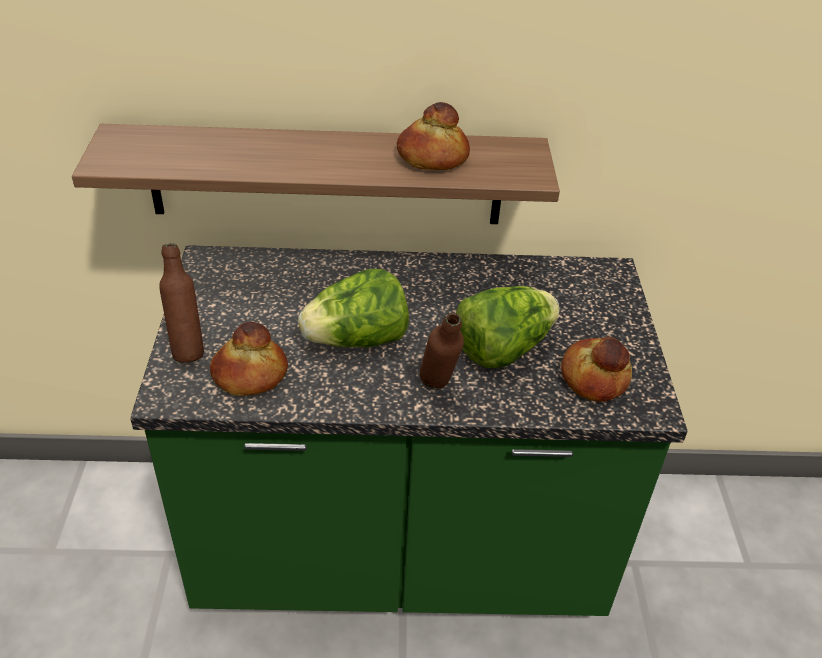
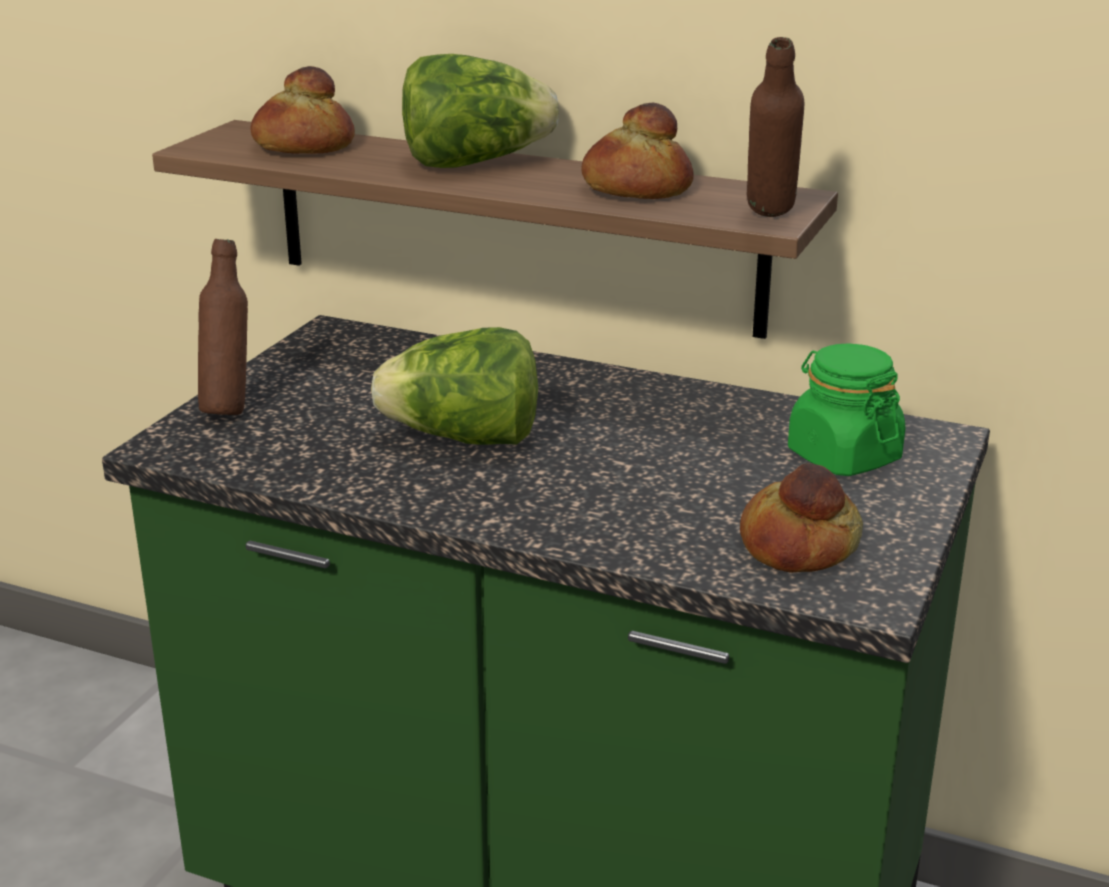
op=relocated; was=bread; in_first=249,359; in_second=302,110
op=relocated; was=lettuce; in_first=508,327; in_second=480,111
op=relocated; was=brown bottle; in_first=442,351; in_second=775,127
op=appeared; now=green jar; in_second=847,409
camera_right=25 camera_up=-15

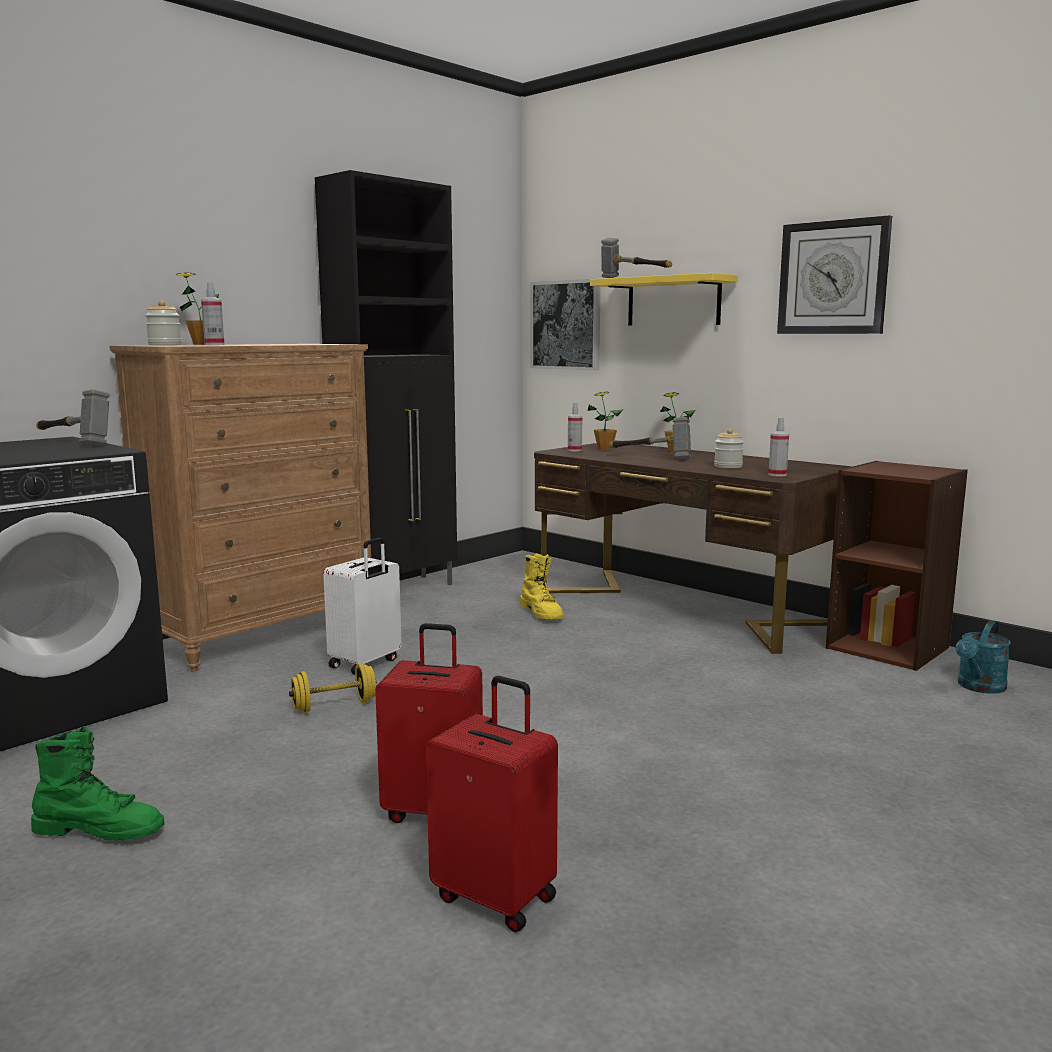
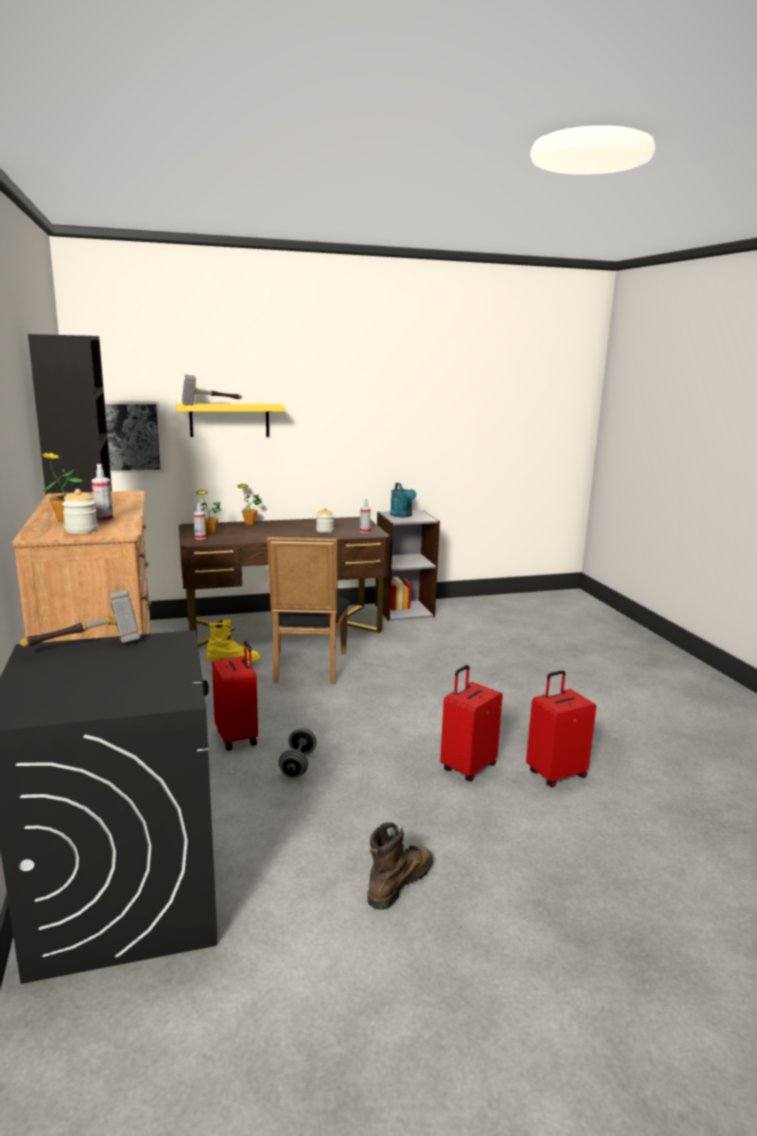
op=colour; was=white suitcase; now=red suitcase; in_first=362,606; in_second=235,696
op=appeared; now=black chair; in_second=308,610
op=colour; was=yellow dumbbell; now=grey dumbbell; in_first=333,688; in_second=297,753
op=colour; was=green boot; now=brown boot; in_first=98,783; in_second=400,866
op=colour; was=brown bookcase; now=grey bookcase; in_first=897,566; in_second=407,565
op=relocated; was=turquoise watering can; in_first=983,657; in_second=403,500
op=missing; was=hammer; in_first=649,438
op=missing; was=wall clock; in_first=834,274
camera_right=-60 camera_up=5

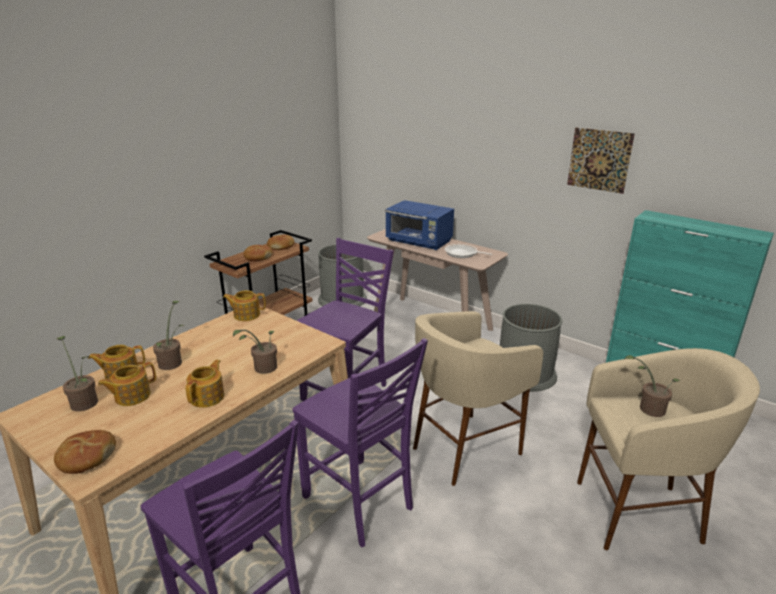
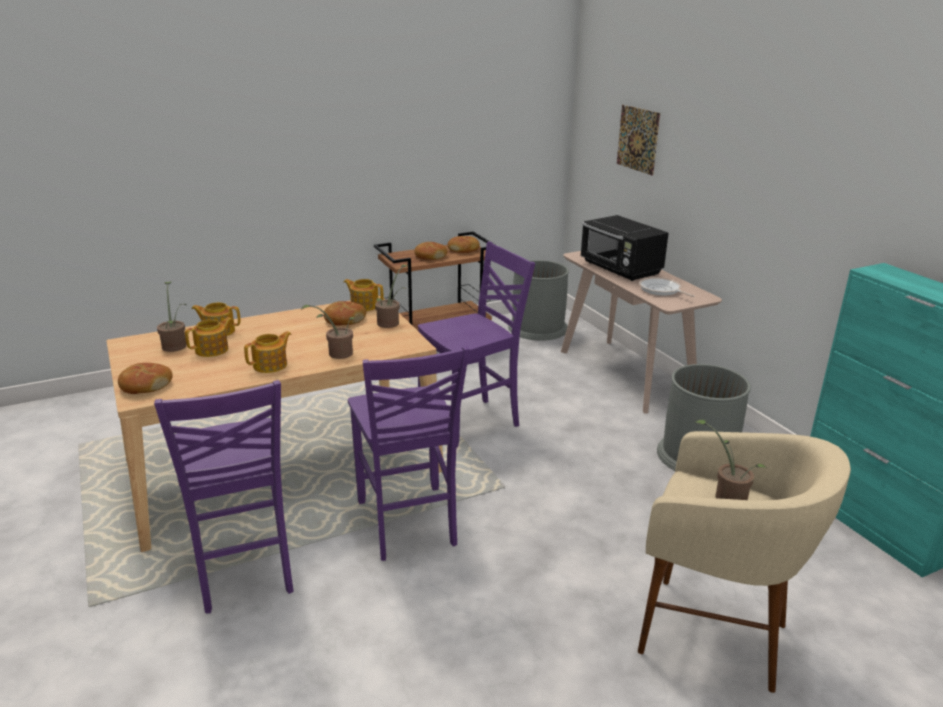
op=spun; was=teapot; in_first=127,384; in_second=209,337; clockwise=150
op=appeared; now=bread; in_second=345,313
op=relocated; was=potted plant; in_first=169,335; in_second=391,296
op=colour; was=blue microwave; now=black microwave; in_first=419,225; in_second=624,248
op=relocated; was=picture; in_first=601,160; in_second=638,140
op=missing; was=beige stool; in_first=478,398
camera_right=25 camera_up=0

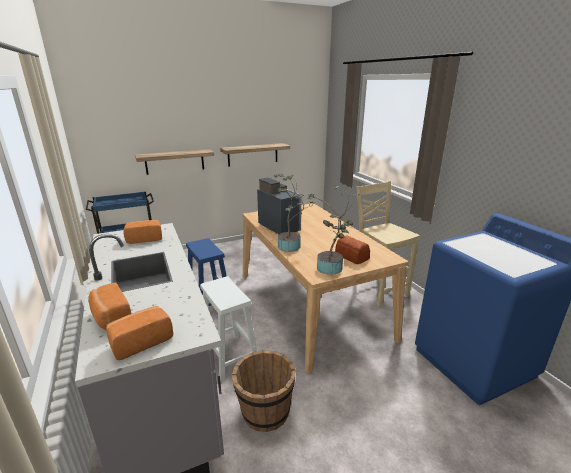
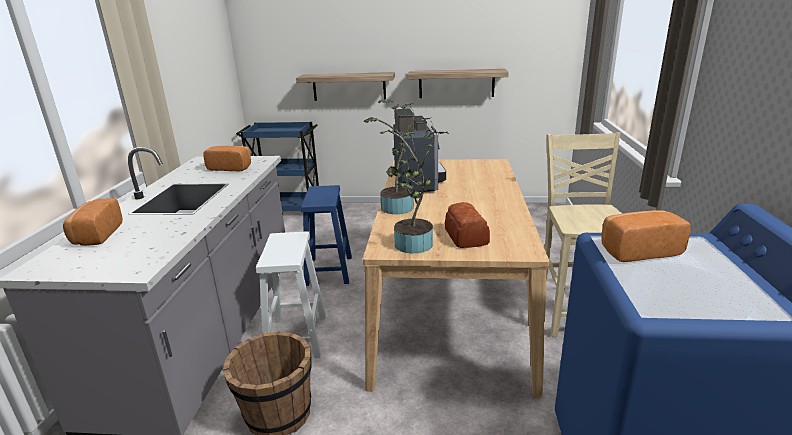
op=relocated; was=bread; in_first=139,333; in_second=646,236
camera_right=30 camera_up=0

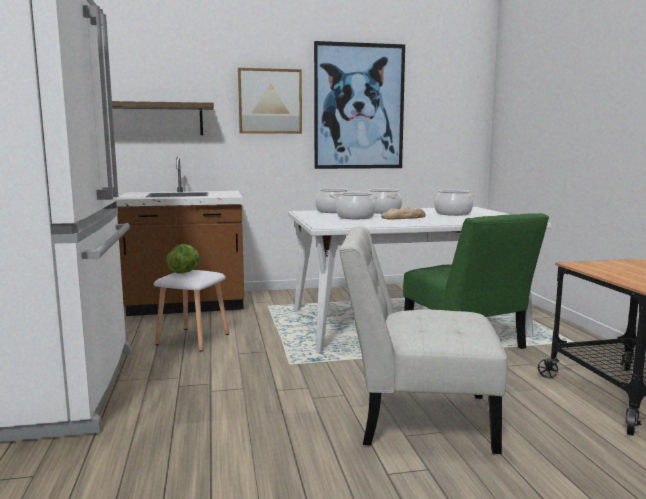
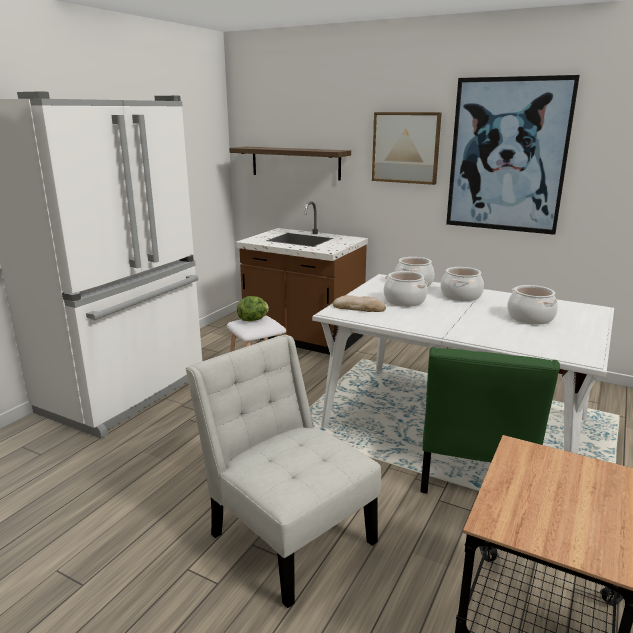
op=relocated; was=bread; in_first=403,213; in_second=359,303
camera_right=40 camera_up=10

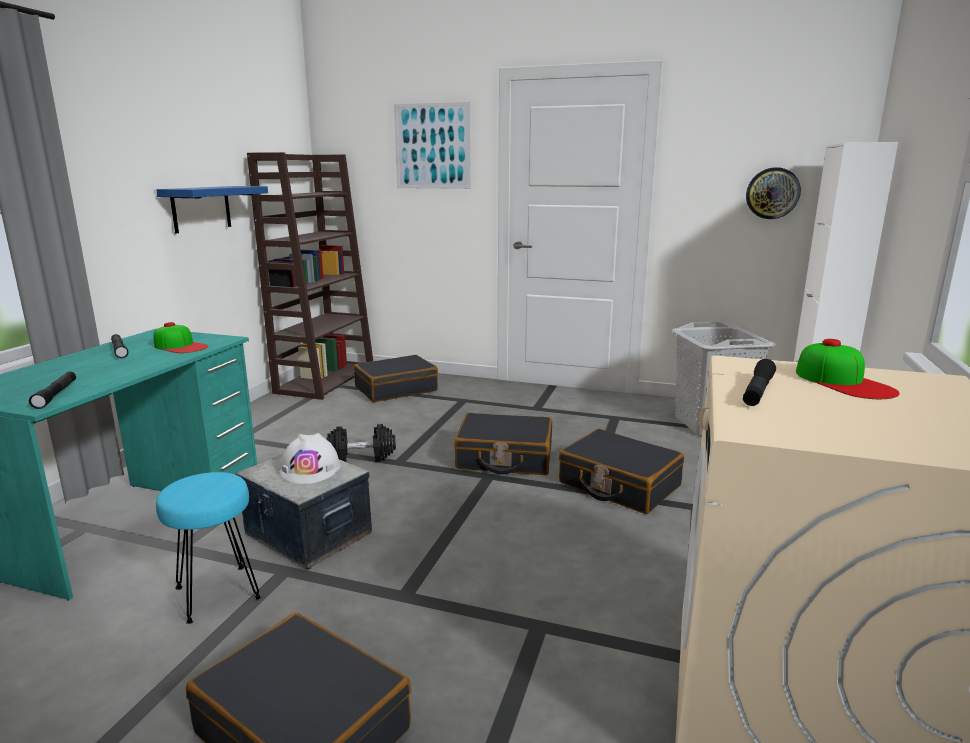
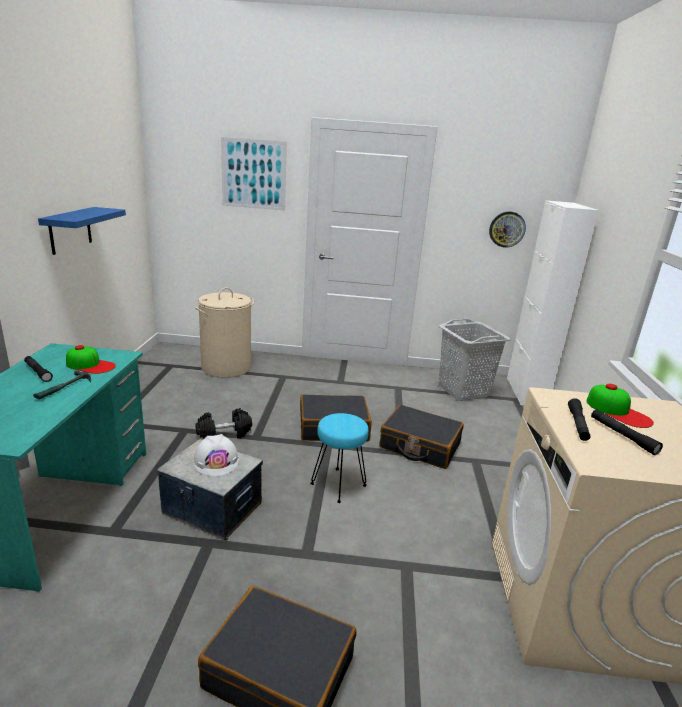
op=appeared; now=hammer; in_second=62,385
op=exchanged; was=black suitcase; now=beige laundry basket; in_first=396,378; in_second=224,332
op=relocated; was=turquoise stool; in_first=208,548; in_second=339,458
op=relocated; was=black flashlight; in_first=52,390; in_second=627,432
op=missing; was=brown bookcase; in_first=310,276
camera_right=-15 camera_up=5

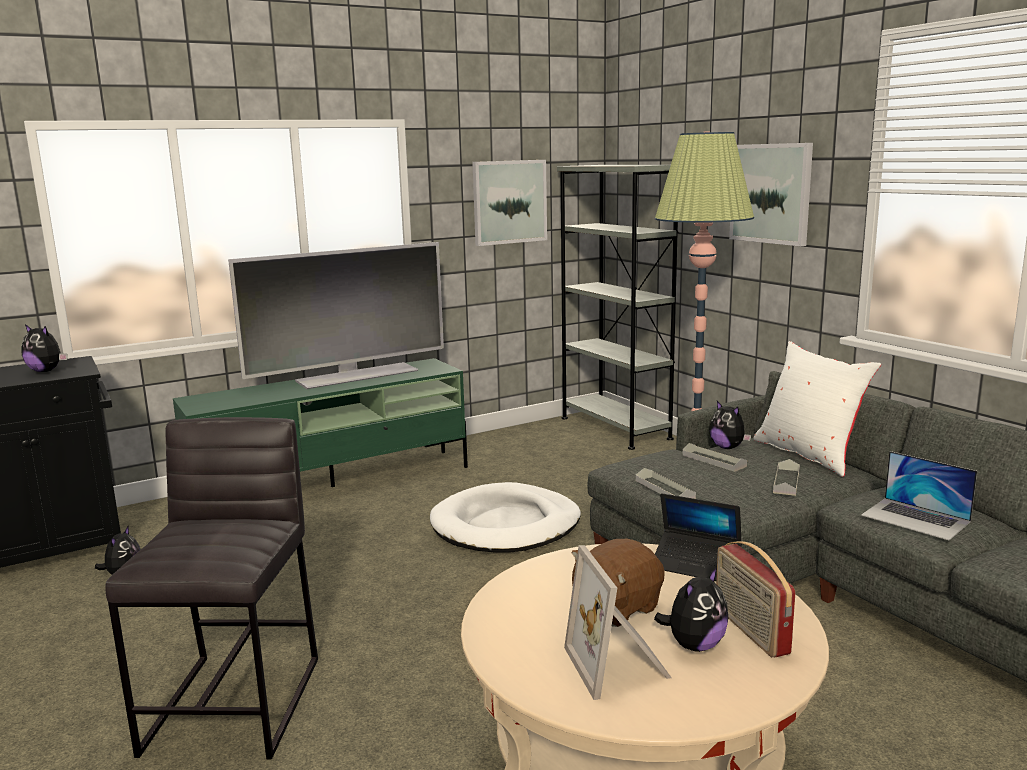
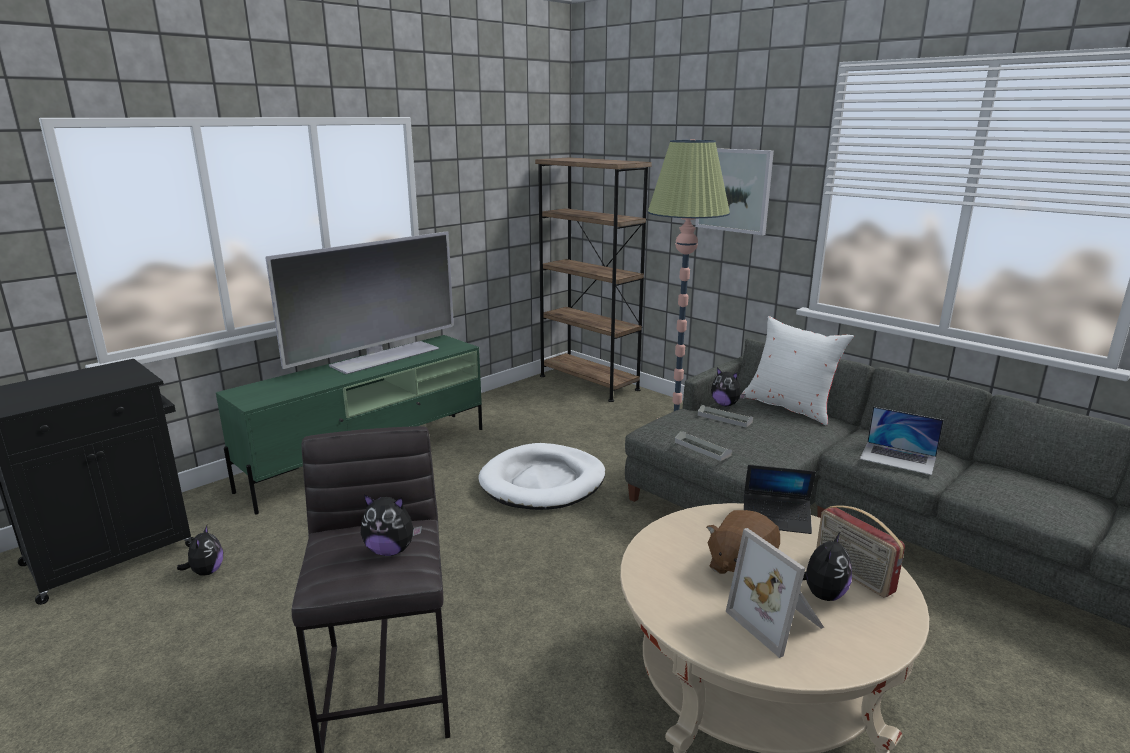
op=relocated; was=plush toy; in_first=44,348; in_second=391,525
op=colour; was=grey bookcase; now=brown bookcase; in_first=618,307; in_second=593,279
op=missing; was=picture; in_first=509,203
op=missing; was=grey tray; in_first=786,477
camera_right=-15 camera_up=5

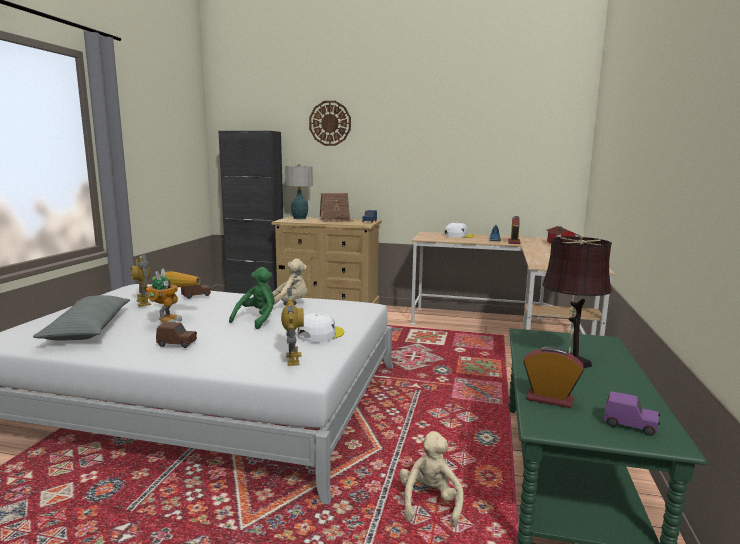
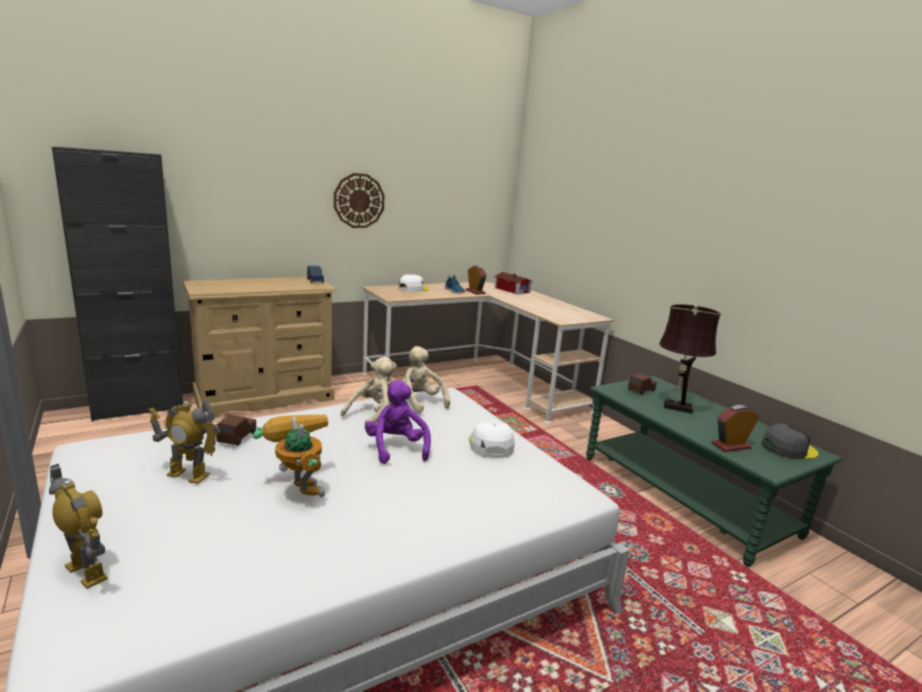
op=relocated; was=toy robot; in_first=292,327; in_second=78,526
op=relocated; was=wall clock; in_first=330,123; in_second=359,200
op=colour; was=green plush toy; now=purple plush toy; in_first=252,298; in_second=398,422
op=relocated; was=beige plush toy; in_first=431,479; in_second=426,380
op=relocated; was=brown toy car; in_first=176,335; in_second=642,384
op=exchanged; was=purple toy car; now=grey cap; in_first=632,413; in_second=789,441
op=missing; was=grey pillow; in_first=81,318
op=missing; was=table lamp; in_first=299,191
op=missing; was=toy house; in_first=337,207
camera_right=-45 camera_up=5

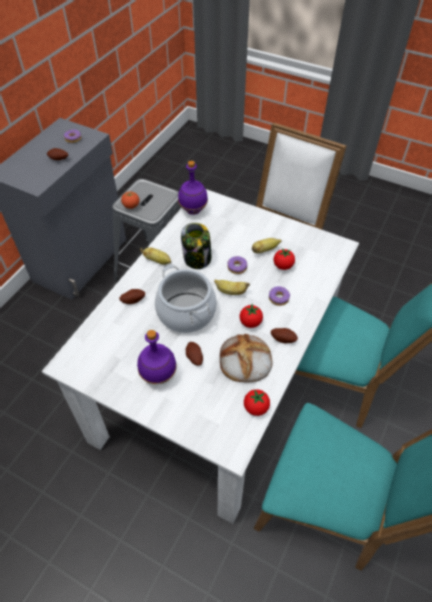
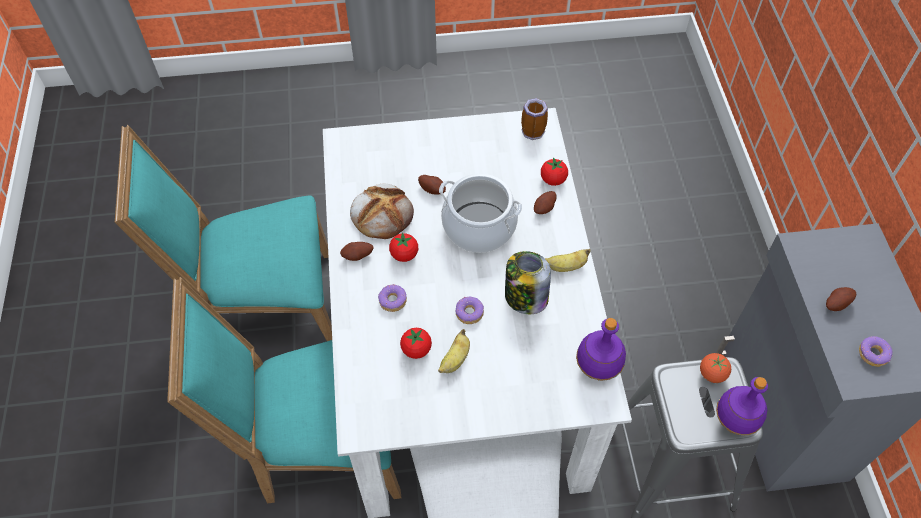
op=appeared; now=mug; in_second=534,119
op=relocated; was=tomato; in_first=257,402; in_second=554,171
op=relocated; was=purple bottle; in_first=157,357; in_second=742,406
op=missing; was=banana; in_first=232,287
camera_right=145 camera_up=5

